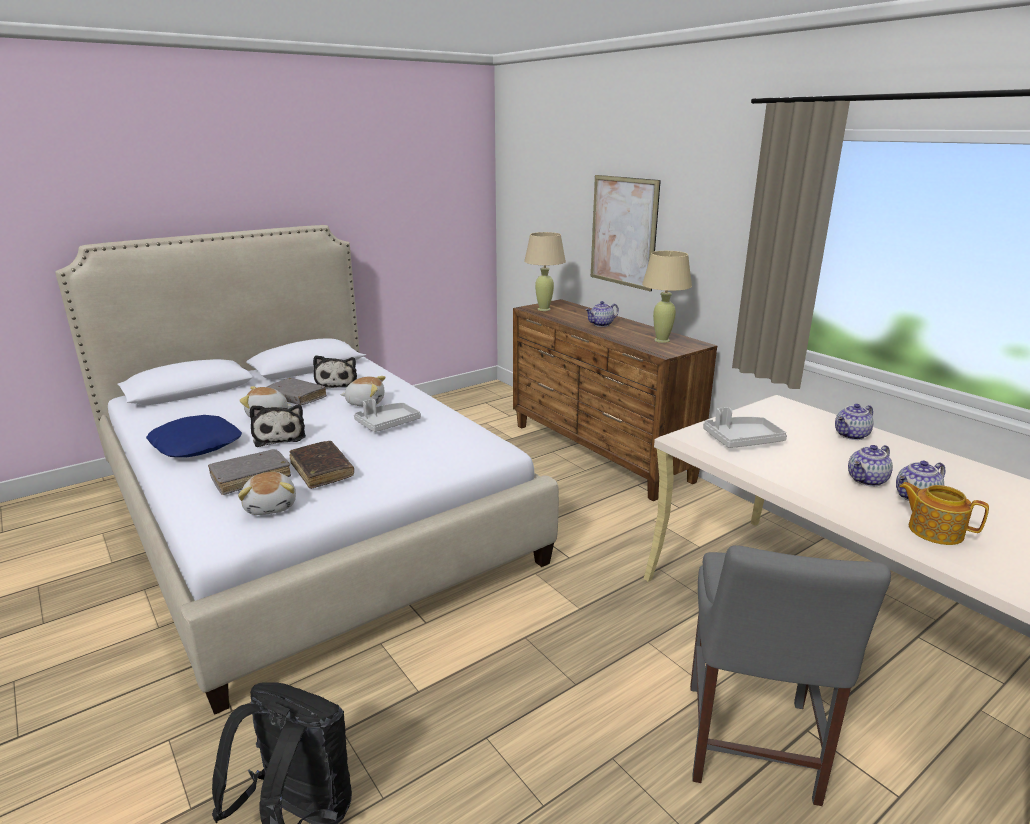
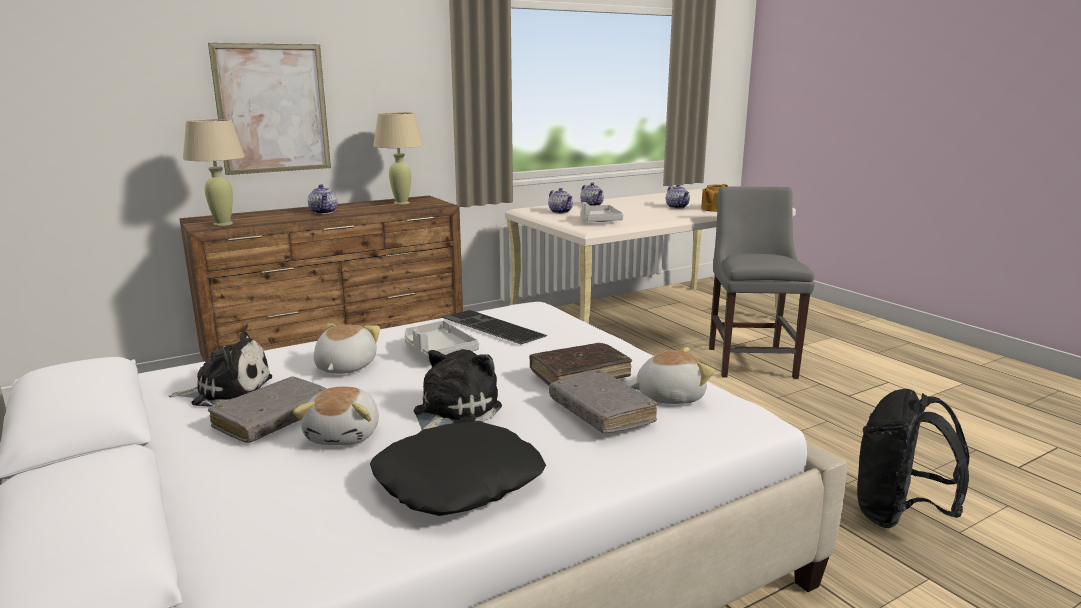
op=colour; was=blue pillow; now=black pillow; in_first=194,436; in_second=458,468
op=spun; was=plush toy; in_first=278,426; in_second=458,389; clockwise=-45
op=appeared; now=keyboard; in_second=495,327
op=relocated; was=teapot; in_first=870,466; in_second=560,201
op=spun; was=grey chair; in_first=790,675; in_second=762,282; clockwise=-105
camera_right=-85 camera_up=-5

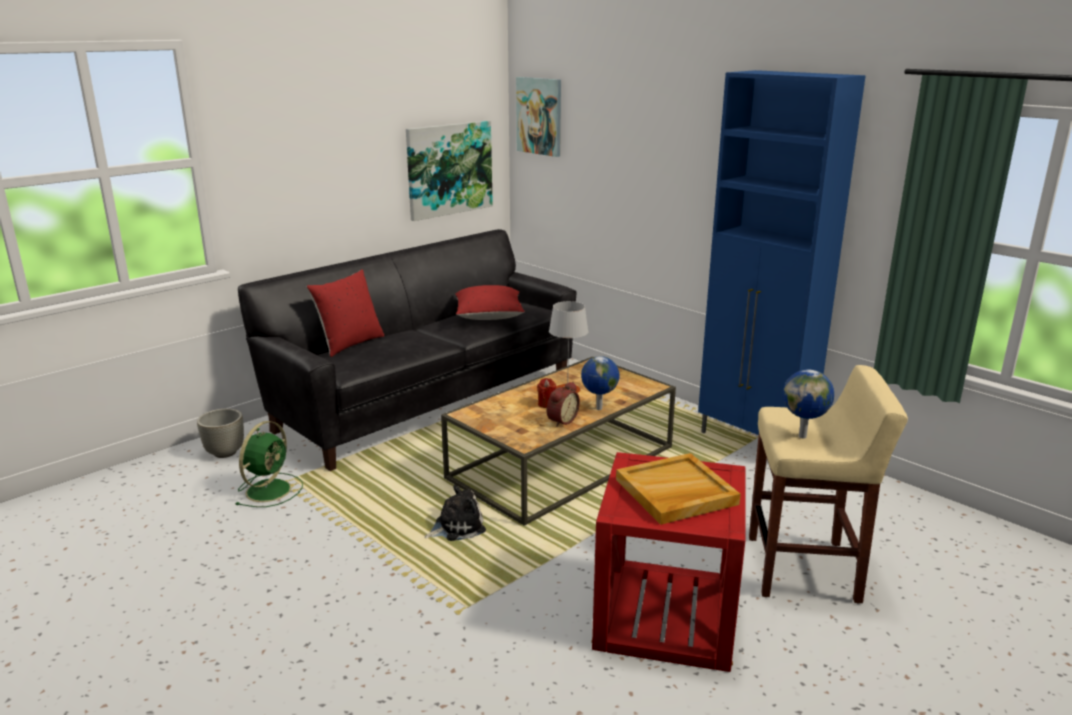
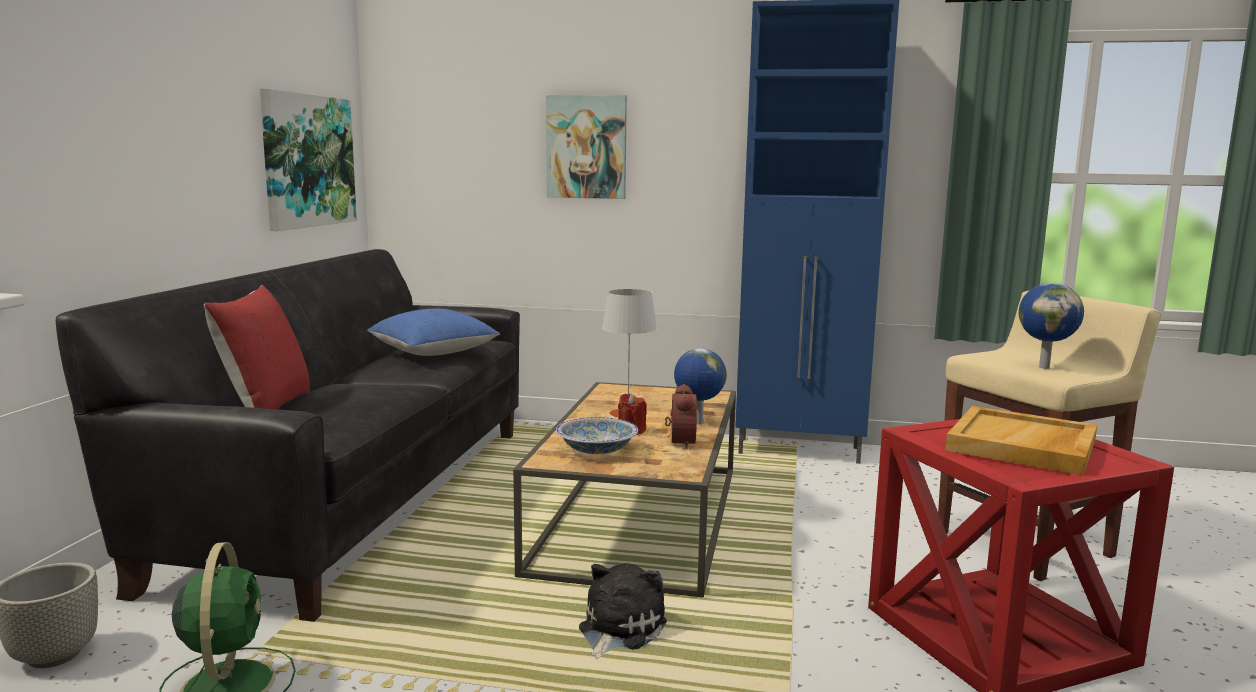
op=colour; was=red pillow; now=blue pillow; in_first=490,302; in_second=433,332
op=relocated; was=picture; in_first=538,117; in_second=586,147
op=appeared; now=bowl; in_second=597,435
camera_right=-35 camera_up=-10

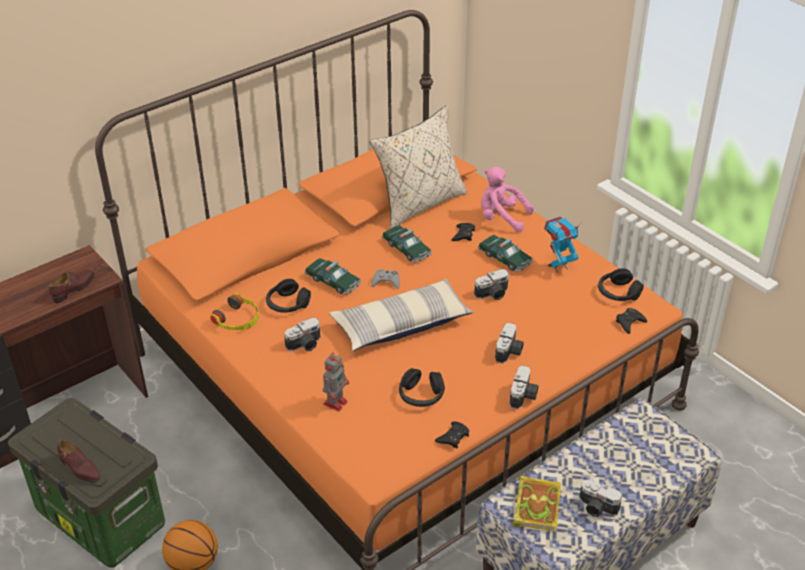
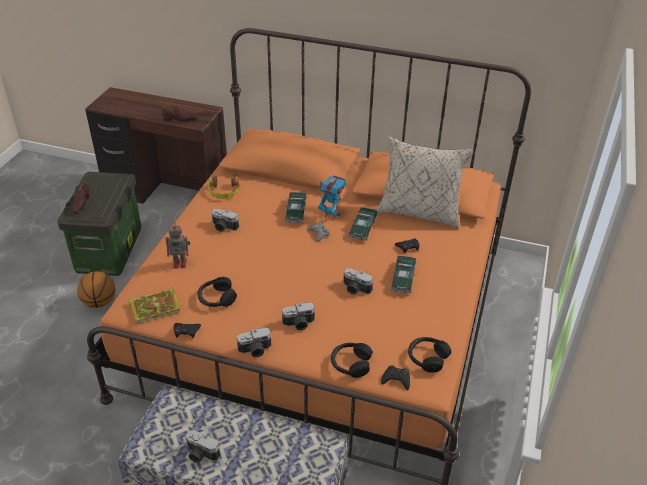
op=relocated; was=book; in_first=536,503; in_second=154,305
op=spun; was=photo camera; in_first=601,498; in_second=203,447; clockwise=-60
op=relocated; was=toy robot; in_first=563,244; in_second=332,197
op=relocated; was=black headphones; in_first=288,296; in_second=352,360
op=missing; was=pillow; in_first=401,315
op=missing; was=pink plush toy; in_first=507,199
camera_right=55 camera_up=0

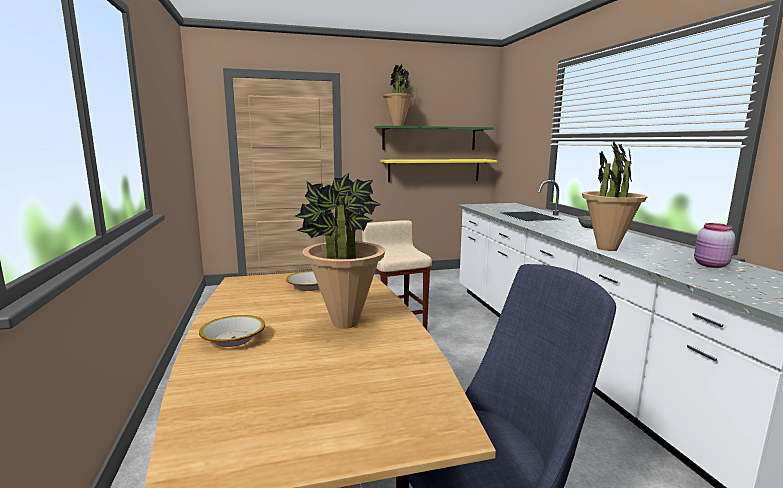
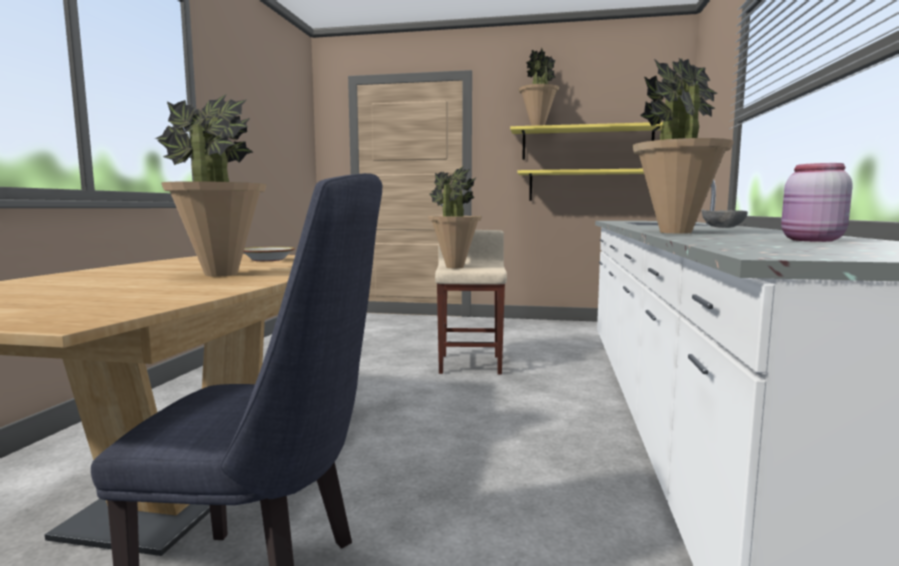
op=appeared; now=potted plant; in_second=455,217
op=colour; was=green shelf; now=yellow shelf; in_first=434,137; in_second=586,141
op=missing; was=bowl; in_first=232,331
camera_right=25 camera_up=-5

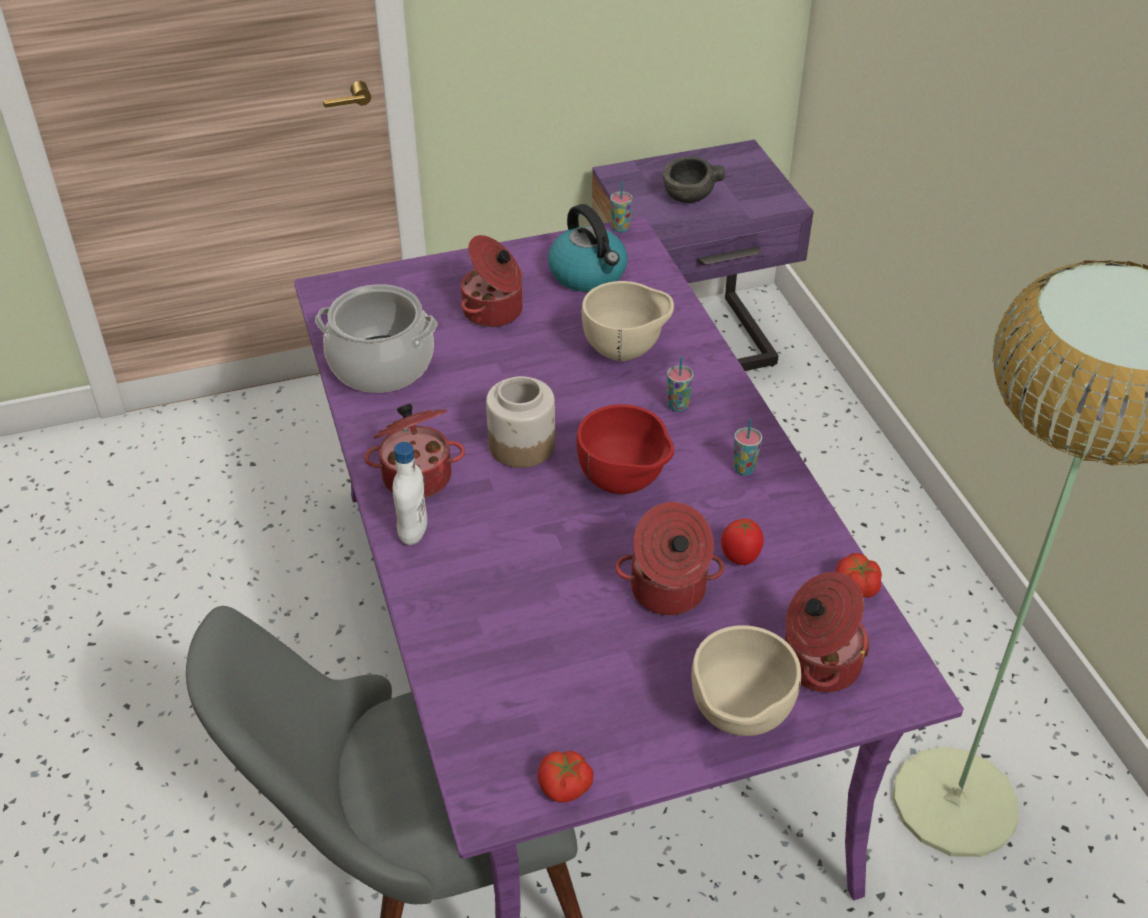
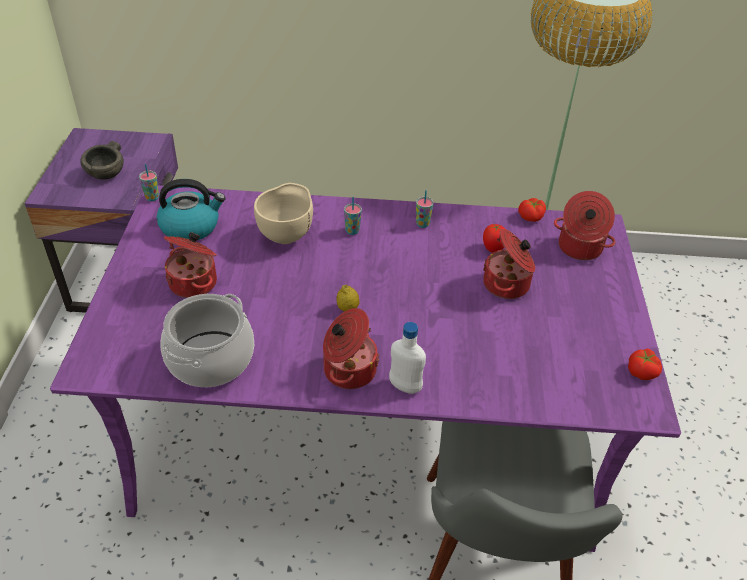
op=exchanged; was=jar; now=lemon; in_first=520,422; in_second=347,298
op=missing; was=red bowl; in_first=625,449
op=missing; was=beige bowl; in_first=746,680
camera_right=-70 camera_up=0

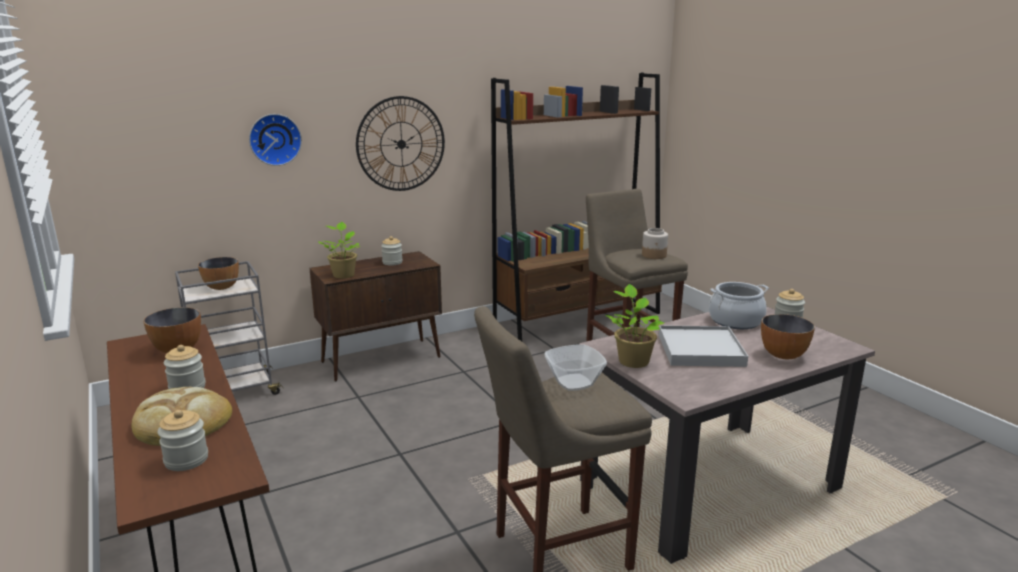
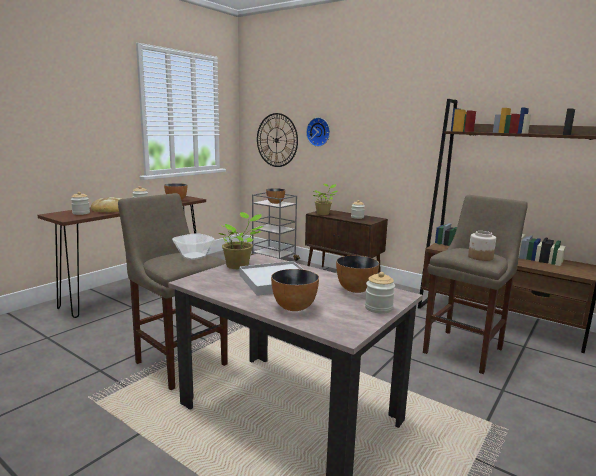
op=relocated; was=wall clock; in_first=400,143; in_second=277,140
op=exchanged; was=cooking pot; now=bowl; in_first=739,305; in_second=357,274
camera_right=65 camera_up=-5

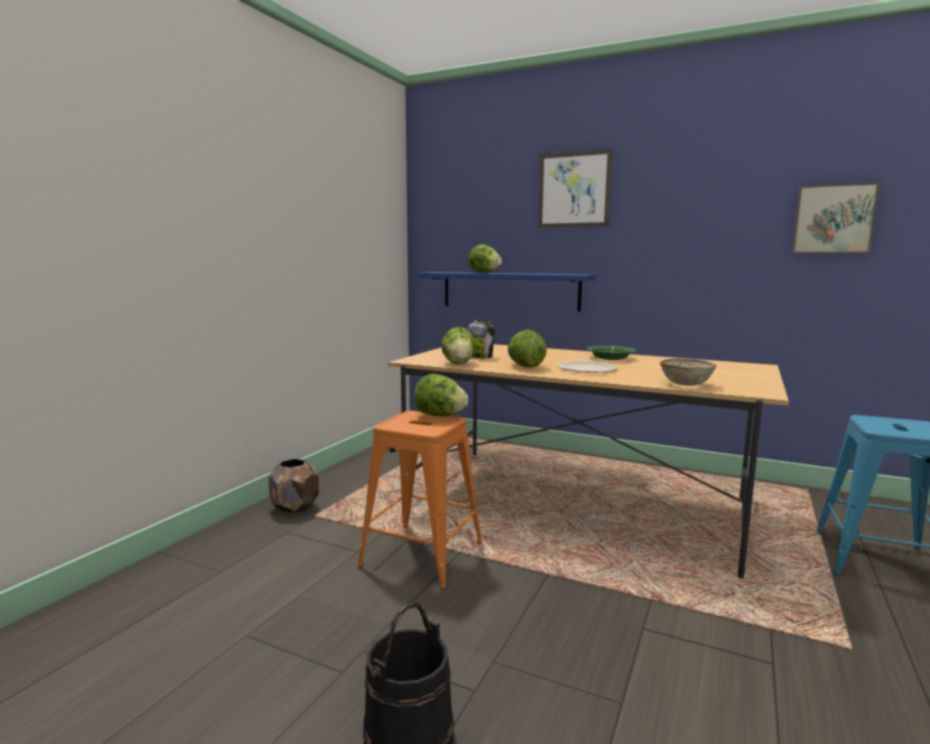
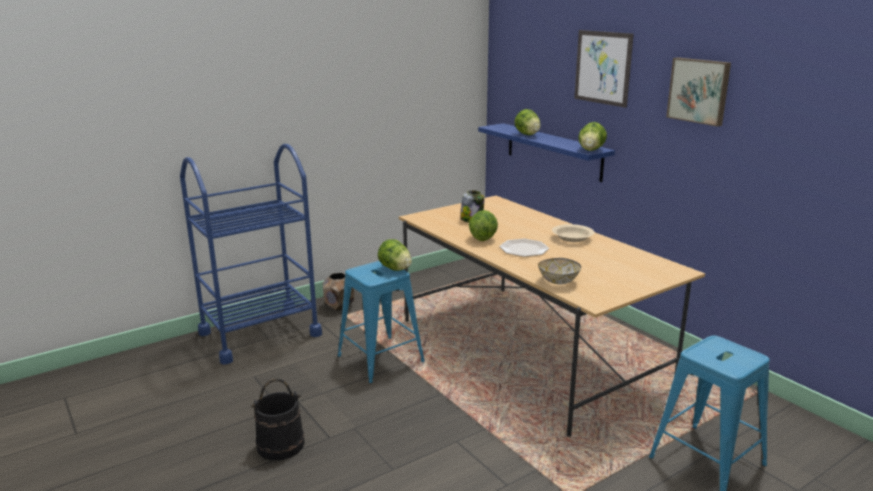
op=appeared; now=blue cart; in_second=251,254
op=colour; was=orange stool; now=blue stool; in_first=420,500; in_second=381,322
op=colour; was=green bowl; now=beige bowl; in_first=611,353; in_second=573,233
op=relocated; was=lettuce; in_first=458,346; in_second=592,136
op=relocated; was=picture; in_first=835,218; in_second=698,92
camera_right=30 camera_up=10

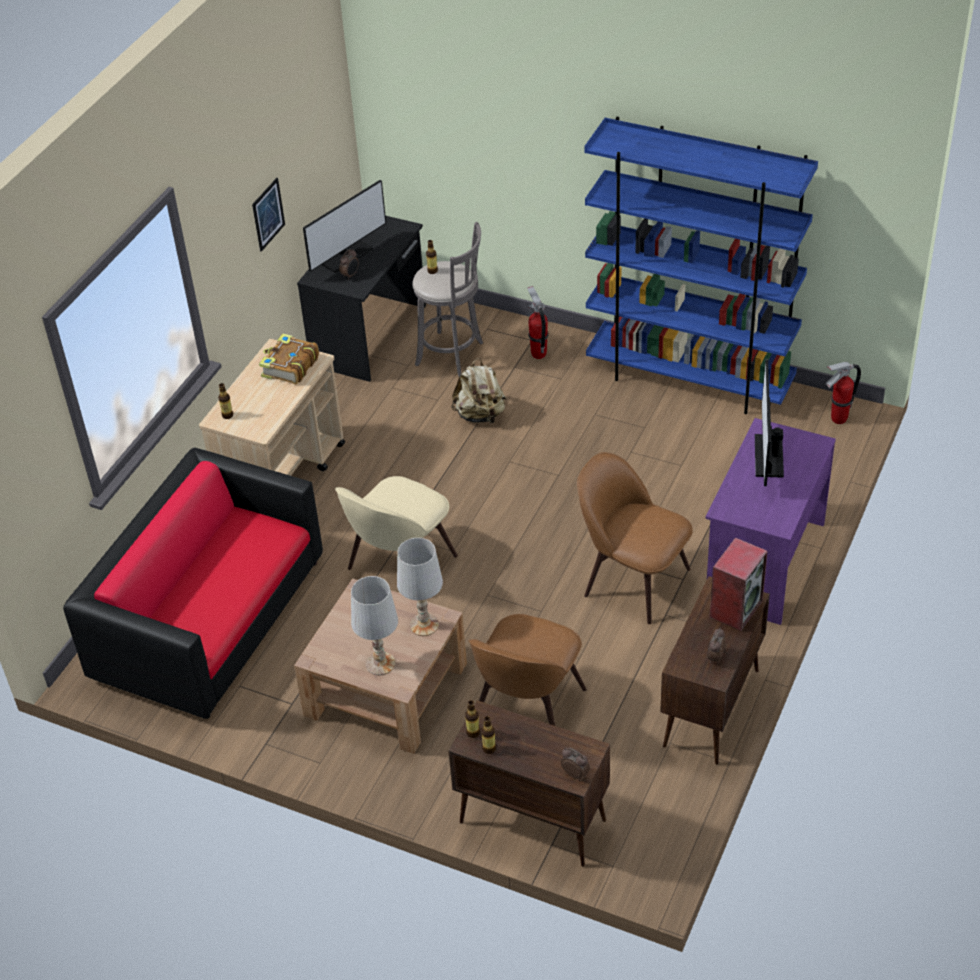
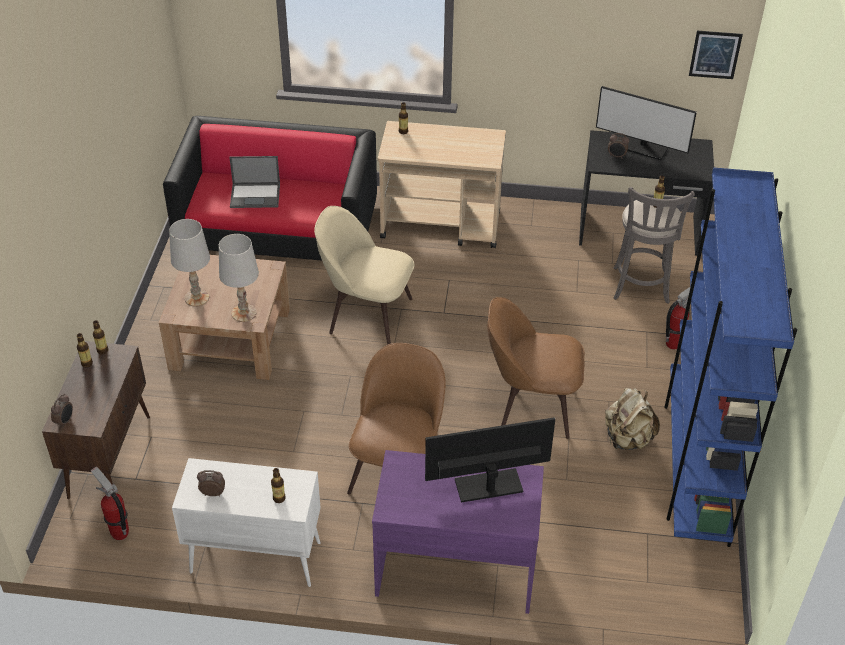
op=relocated; was=fire extinguisher; in_first=843,393; in_second=110,503
op=colour; was=brown cabinet; now=white cabinet; in_first=715,670; in_second=246,522
op=appeared; now=laptop; in_second=254,182
op=exchanged; was=speaker; now=bottle; in_first=739,584; in_second=278,485
op=relocated; was=brown chair; in_first=528,670; in_second=535,368
op=relocated; was=beige backpack; in_first=478,391; in_second=632,419
op=relocated; was=picture; in_first=268,215; in_second=716,55
op=missing; was=book; in_first=289,359
camera_right=70 camera_up=0

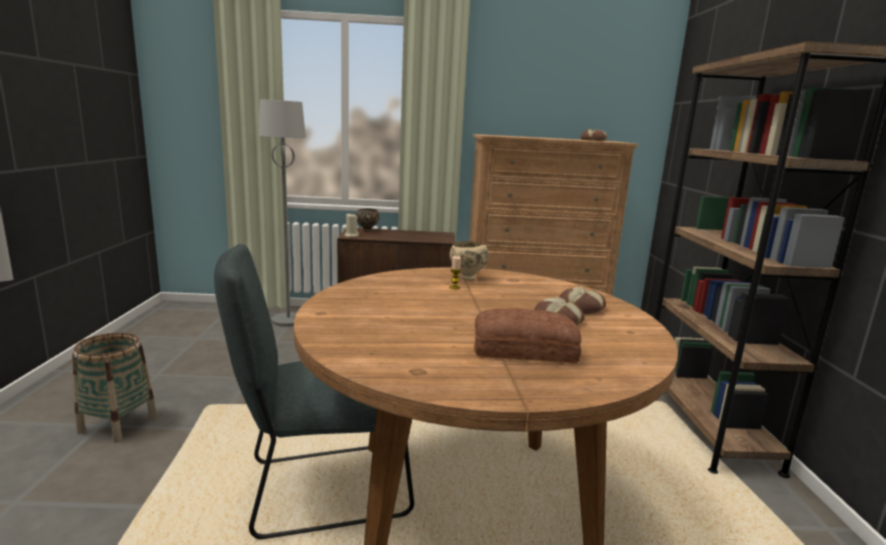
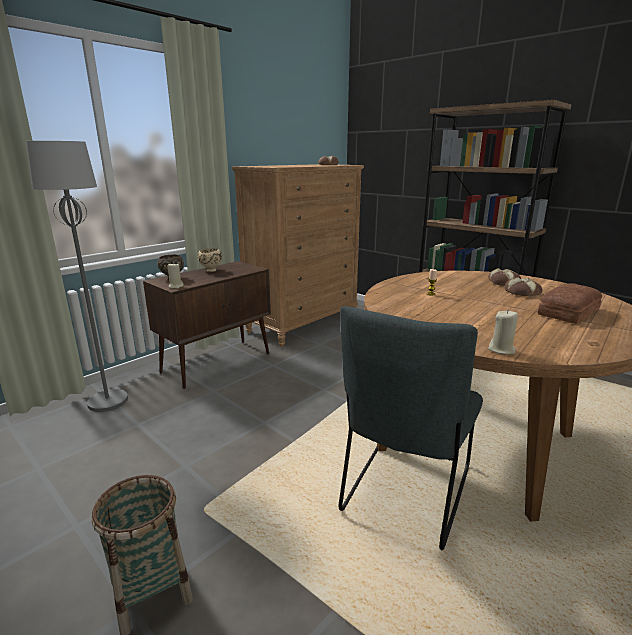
op=relocated; was=beige bowl; in_first=469,260; in_second=210,260
op=appeared; now=beige candle; in_second=503,332
camera_right=-45 camera_up=5

